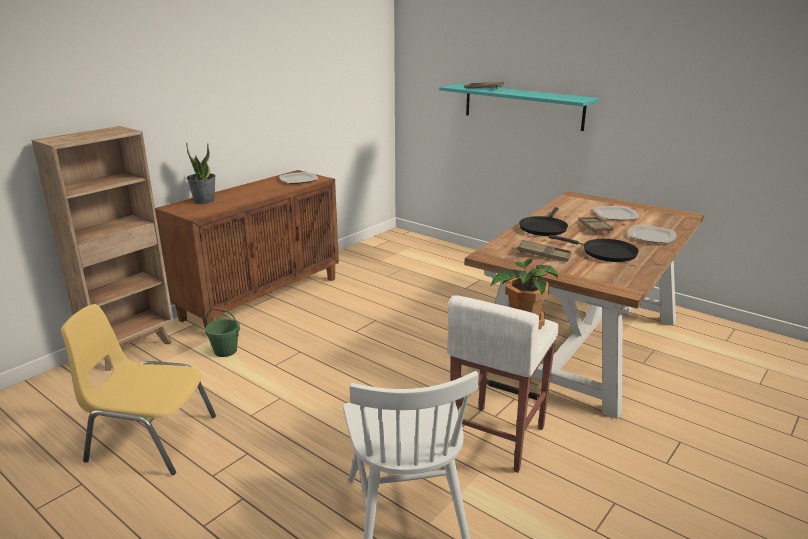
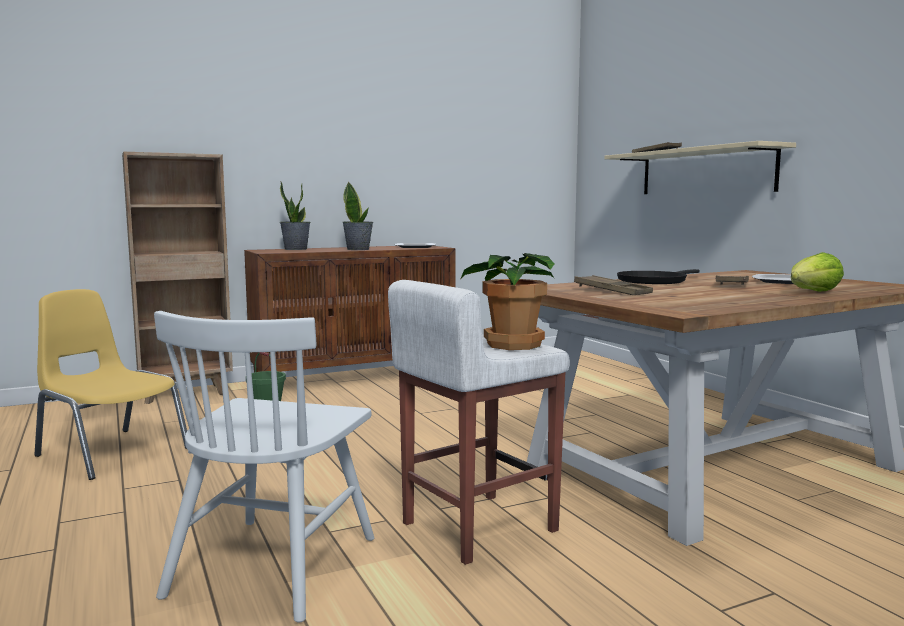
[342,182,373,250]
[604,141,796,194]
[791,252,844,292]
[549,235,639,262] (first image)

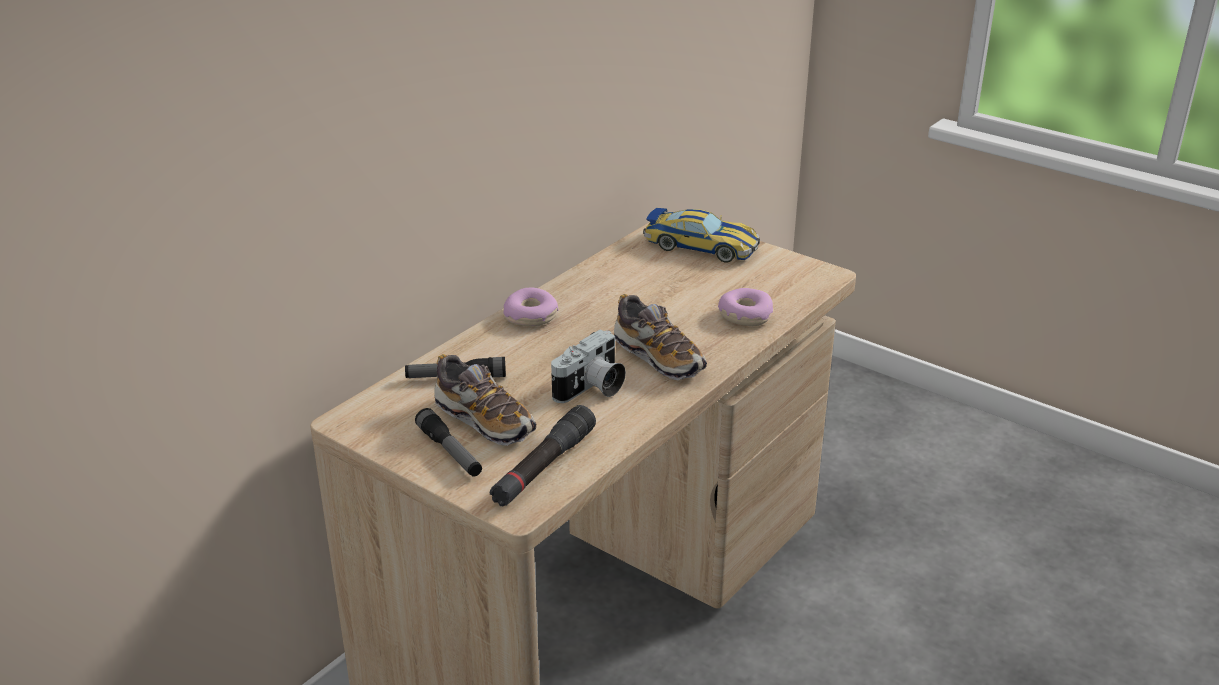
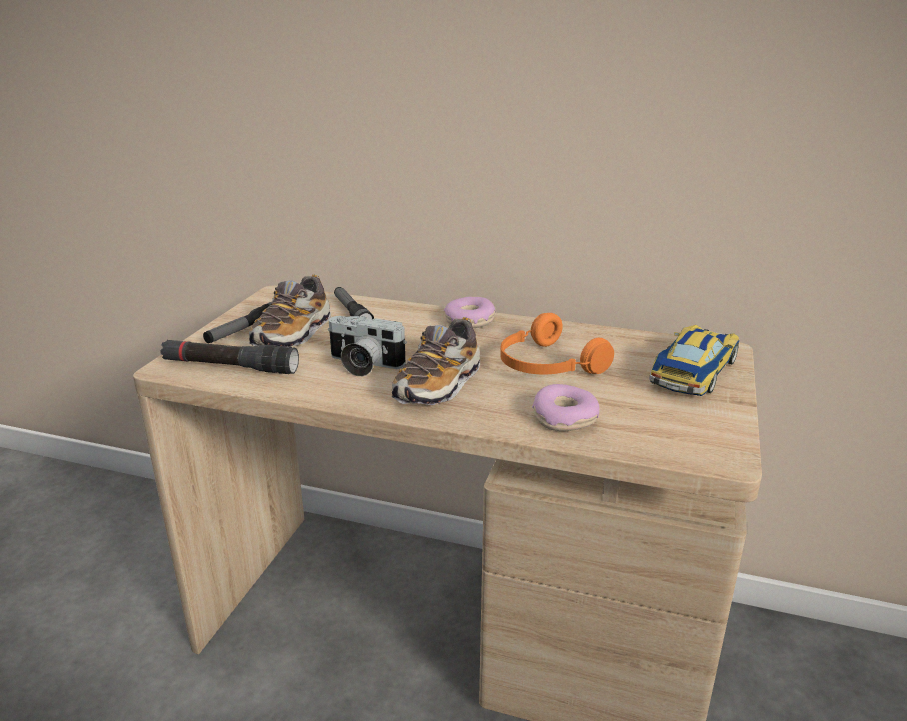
[500,313,614,375]
[649,325,739,396]

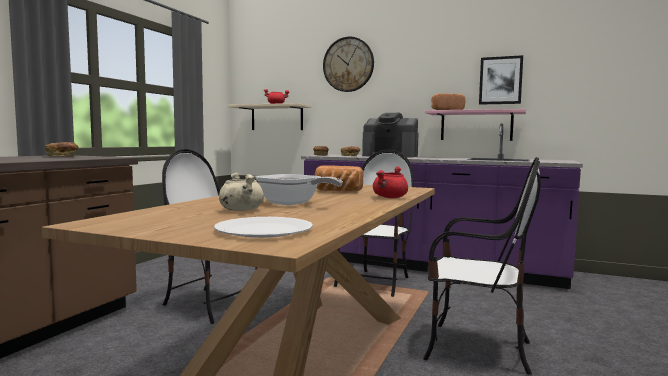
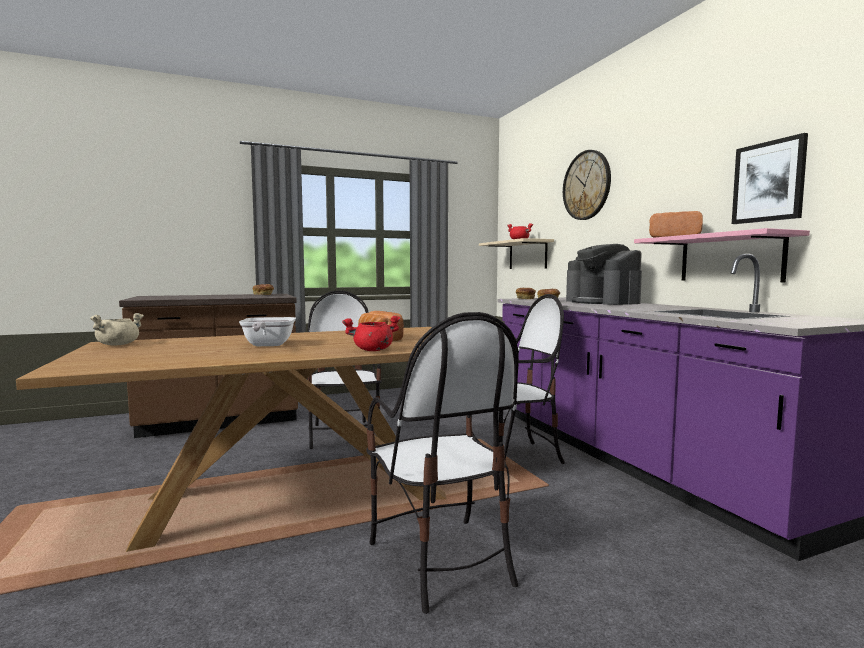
[90,313,144,345]
[214,217,313,238] (first image)

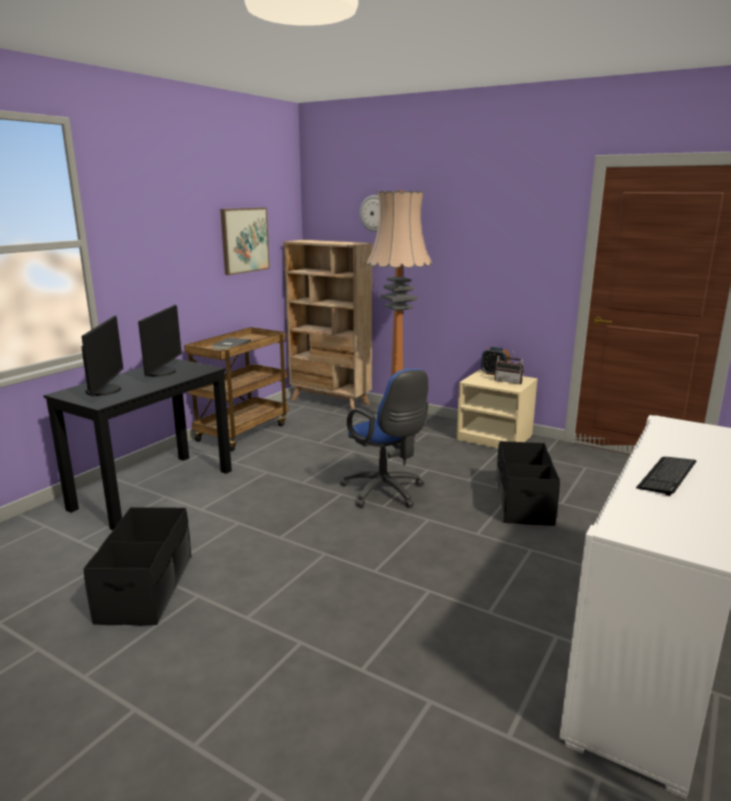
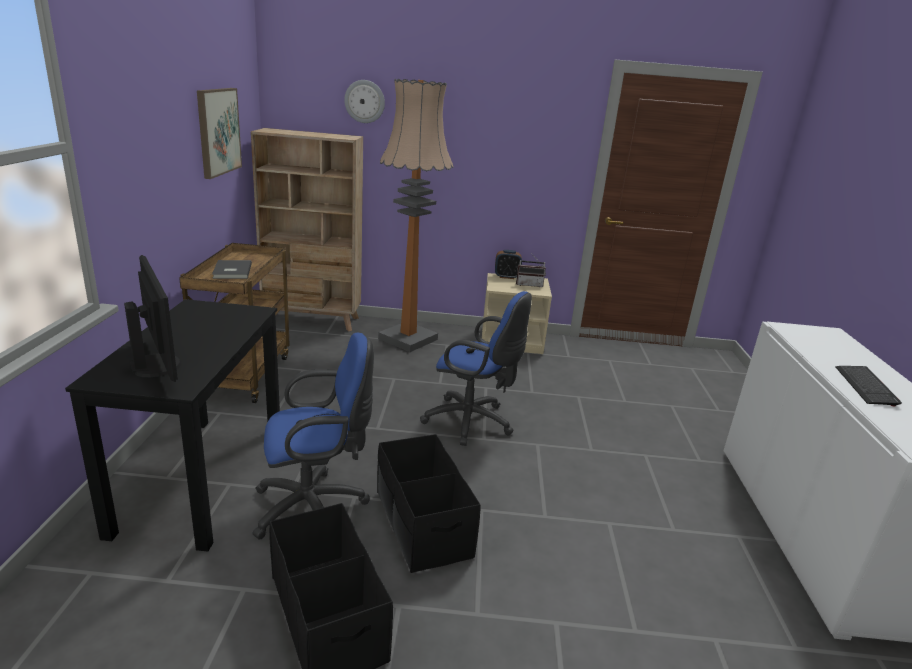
[252,333,374,540]
[377,434,480,573]
[138,305,182,377] (first image)

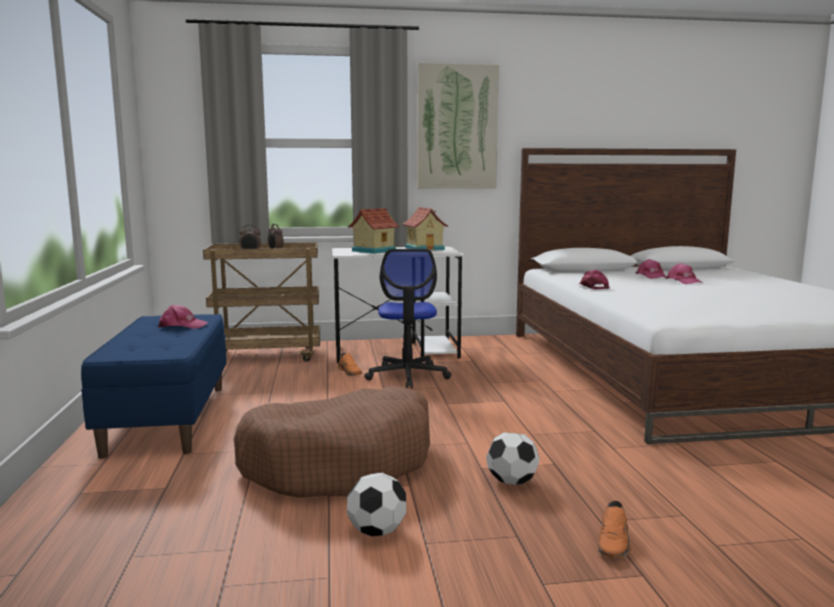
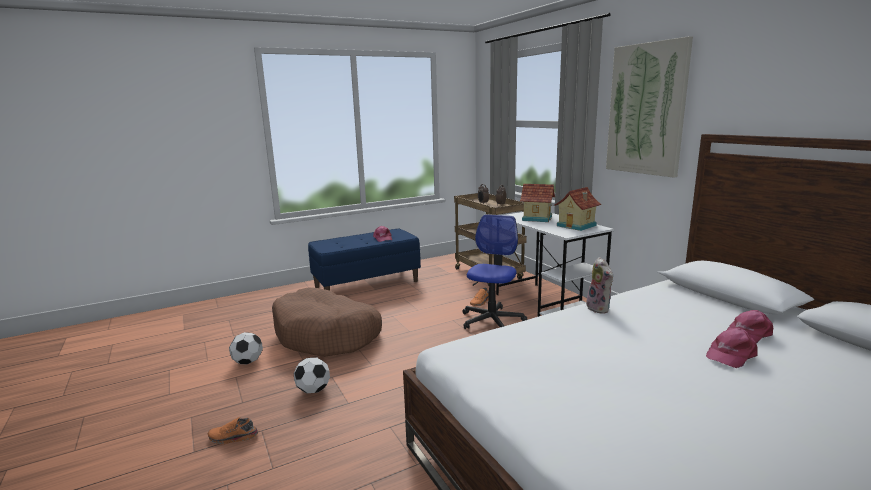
[462,214,528,329]
[586,257,613,314]

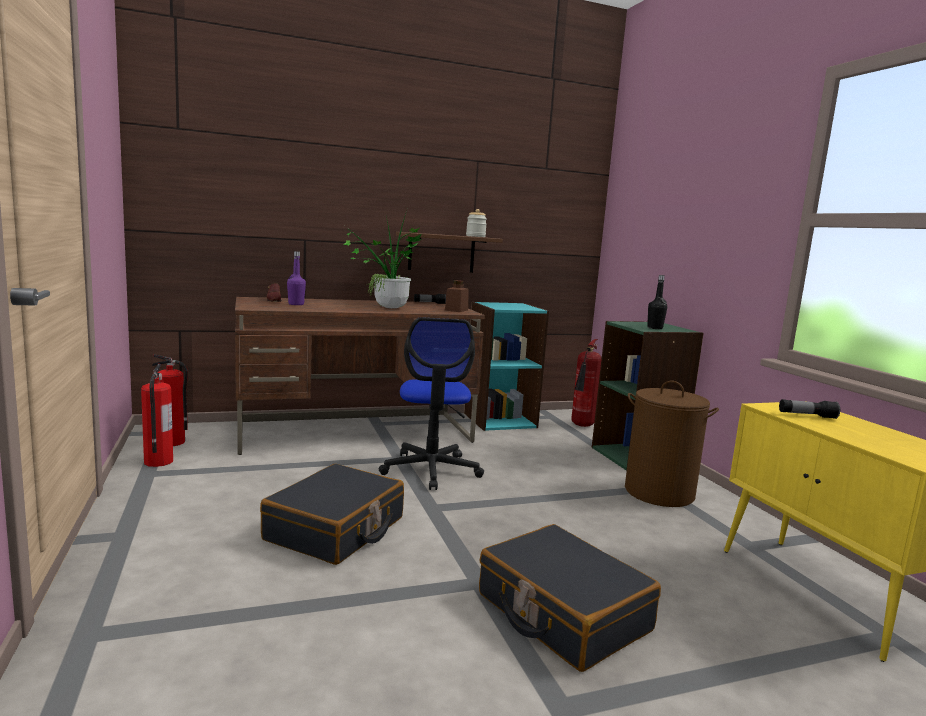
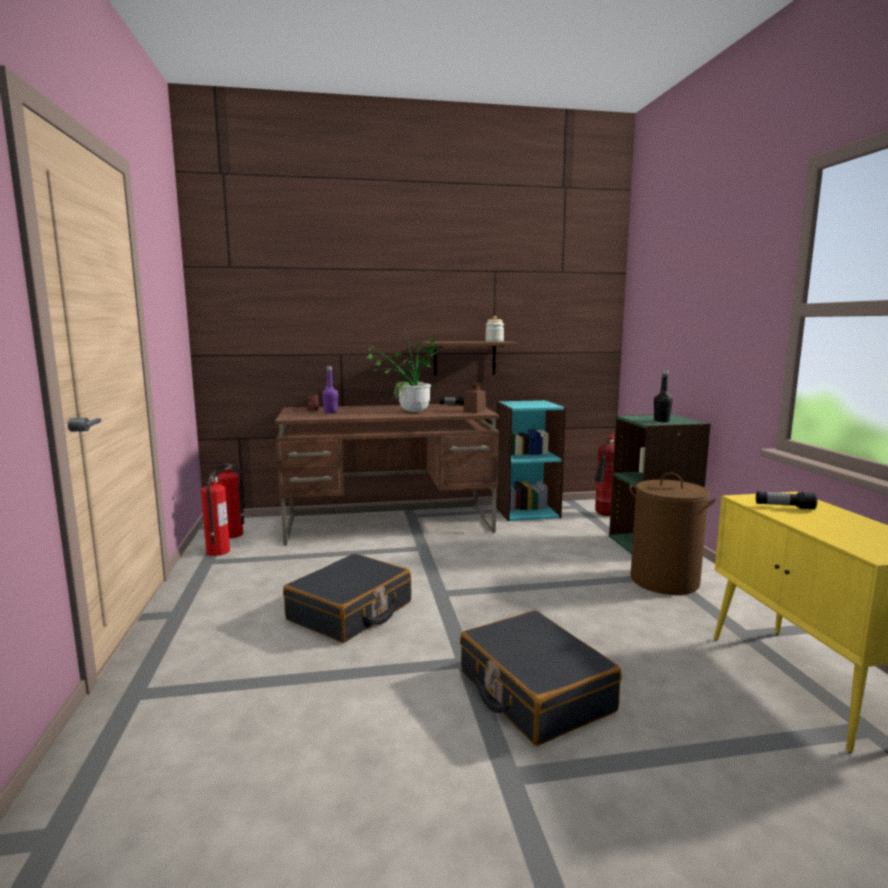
[379,317,484,490] (first image)

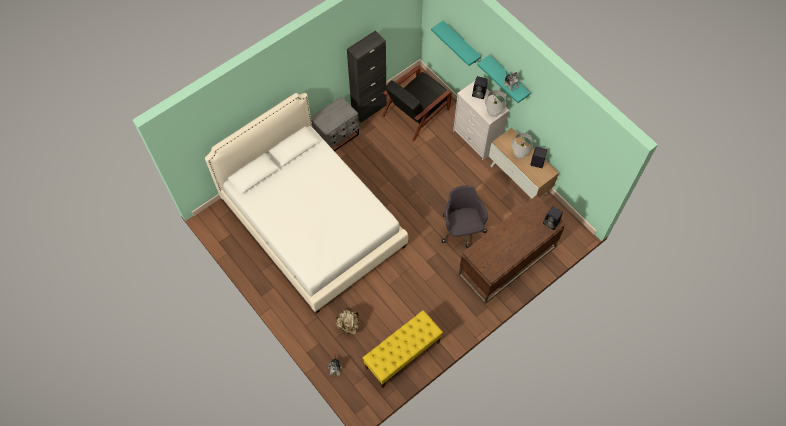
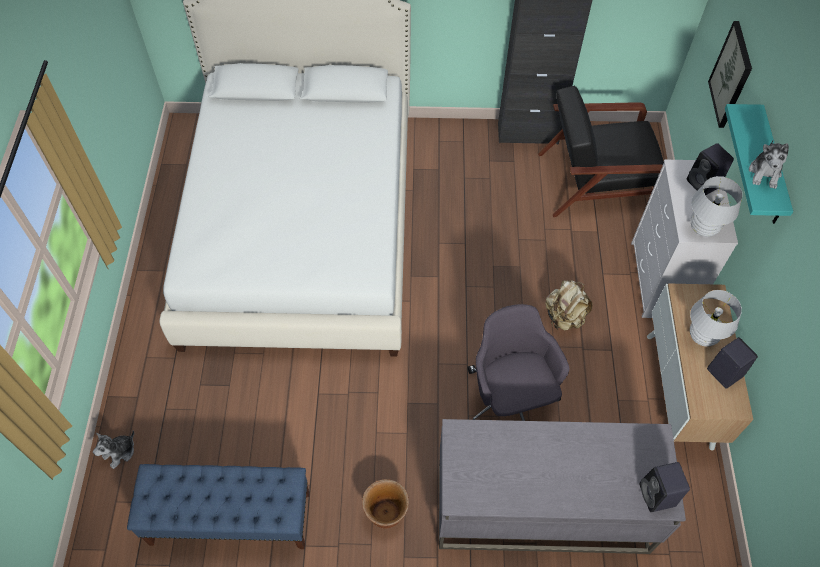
[127,464,310,549]
[362,479,409,528]
[439,419,686,554]
[468,304,570,421]
[545,280,593,331]
[708,21,752,128]
[311,96,359,151] (first image)

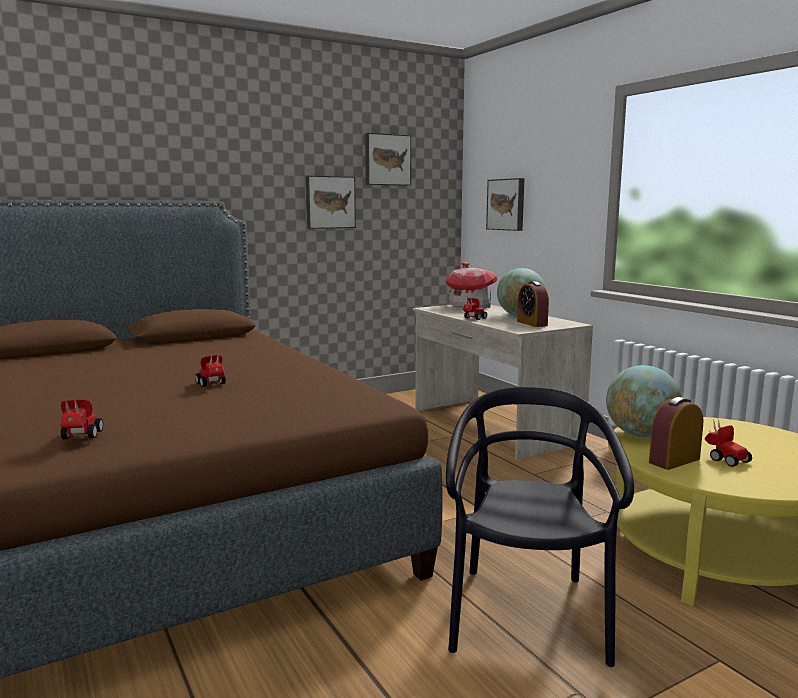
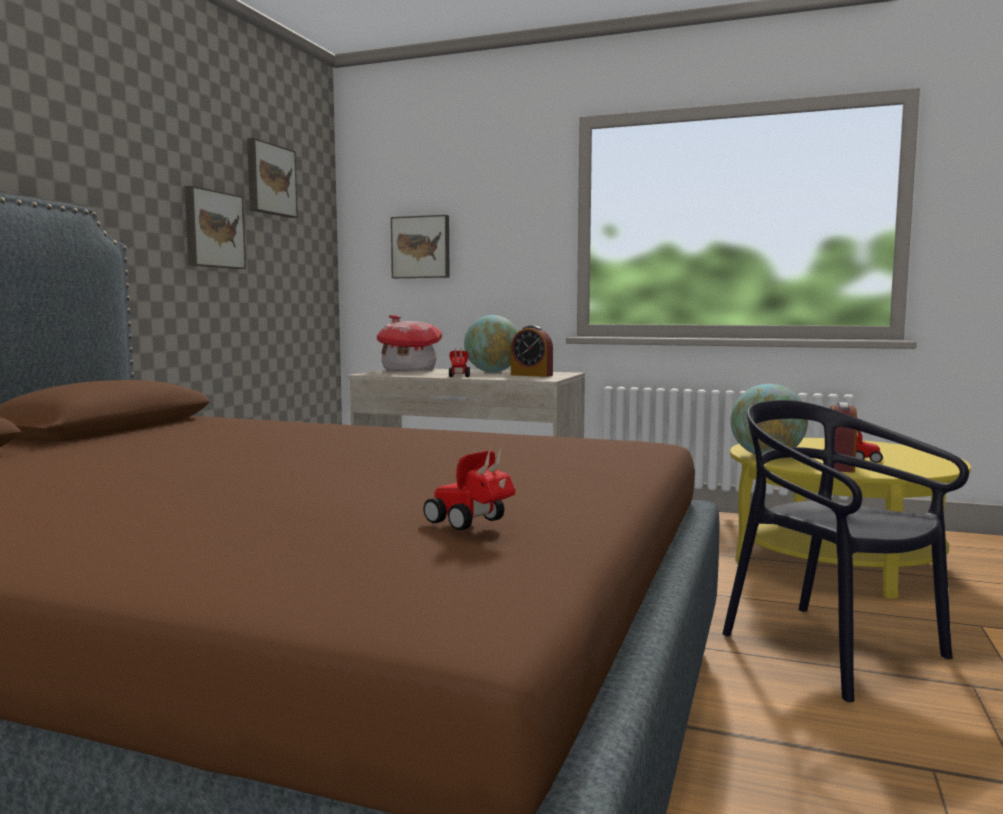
[195,354,226,387] (first image)

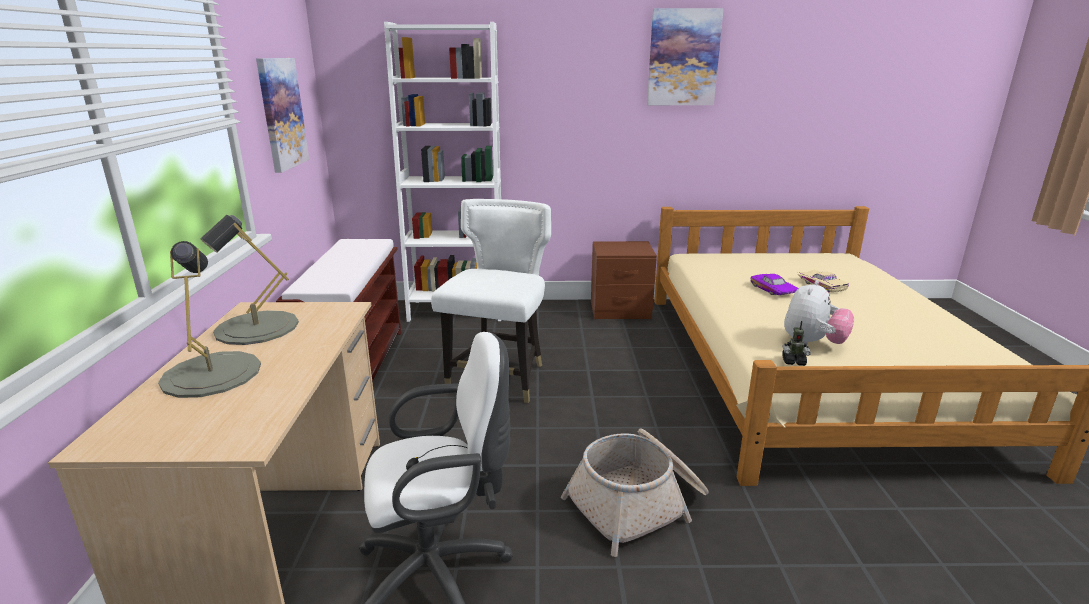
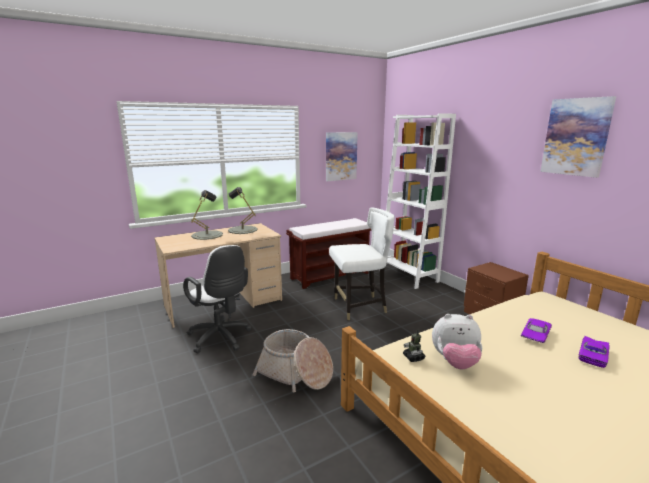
[579,336,610,368]

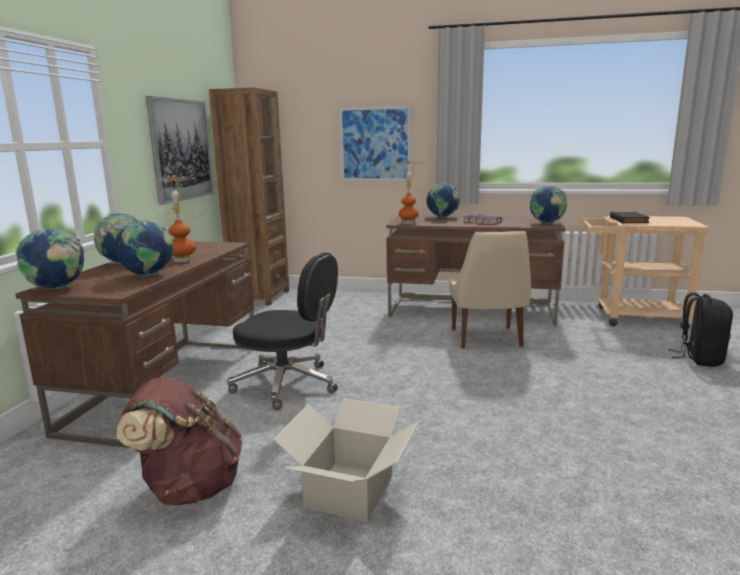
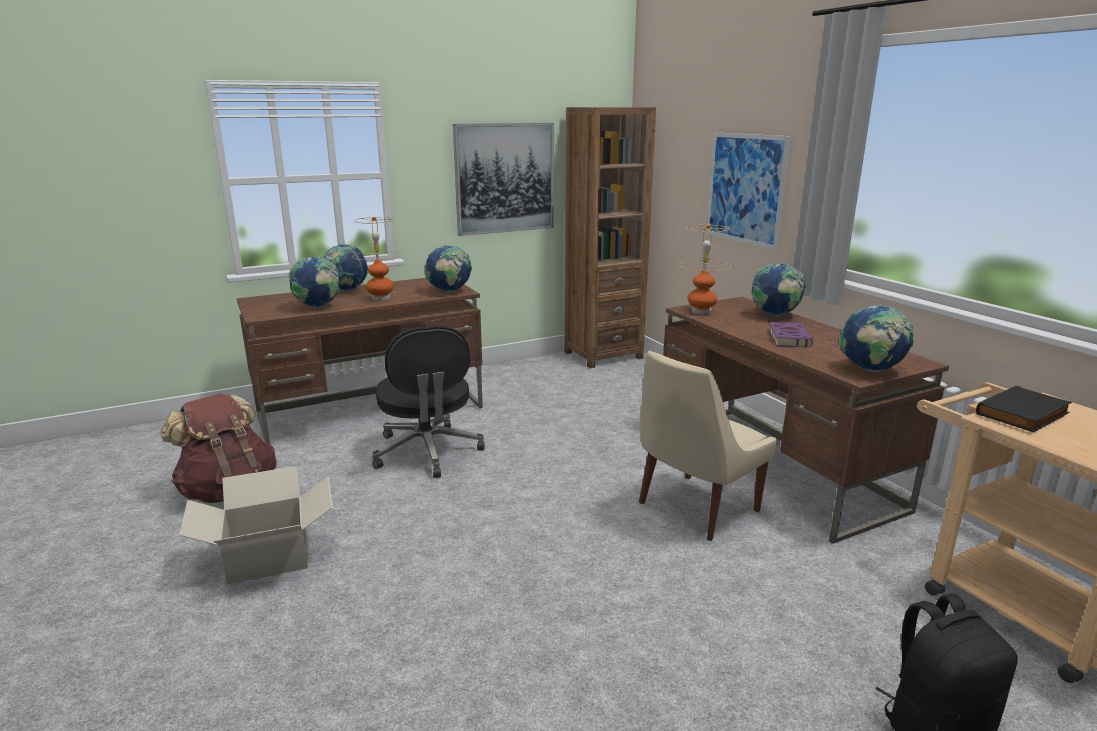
[424,245,472,292]

